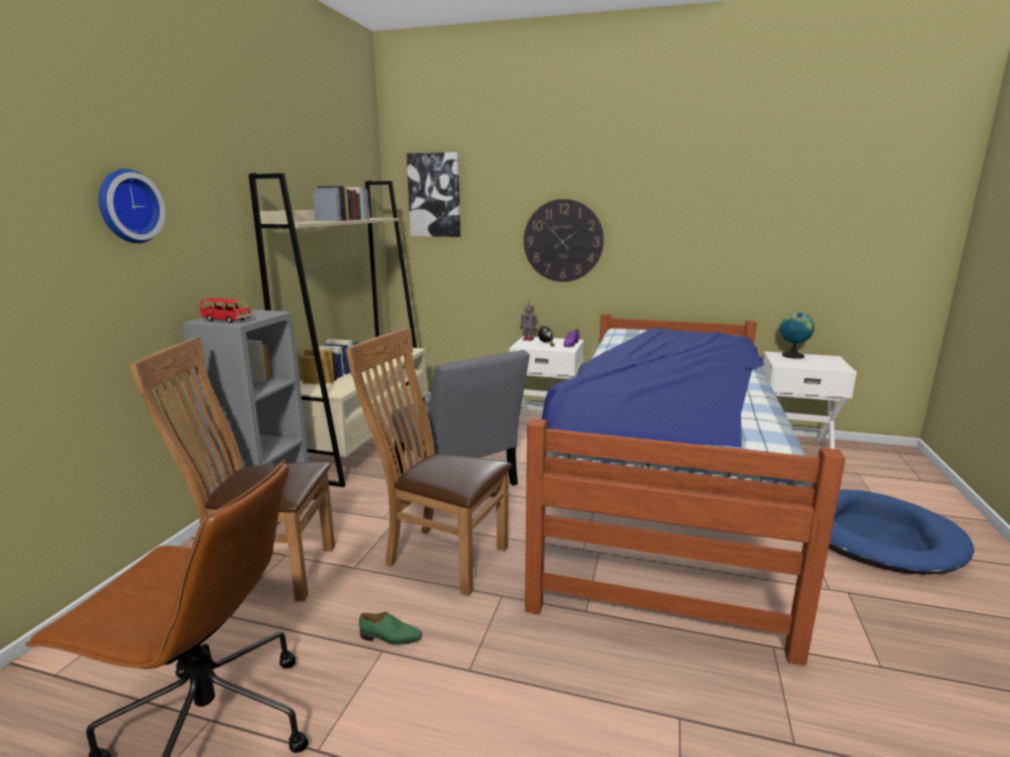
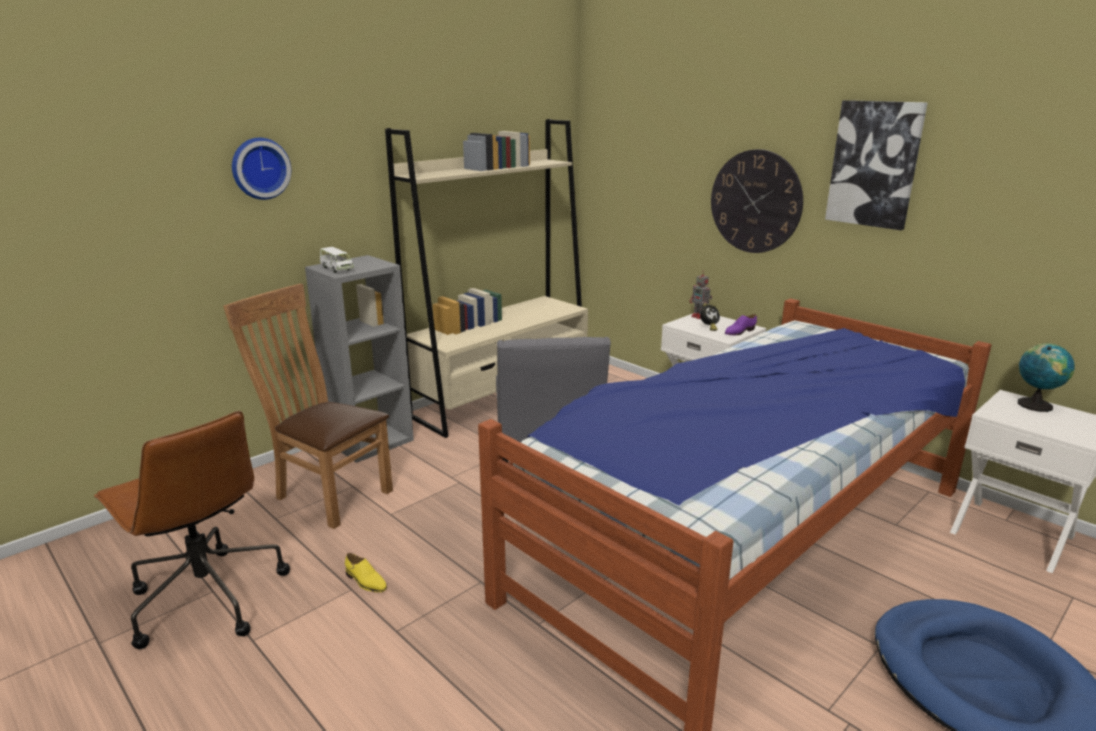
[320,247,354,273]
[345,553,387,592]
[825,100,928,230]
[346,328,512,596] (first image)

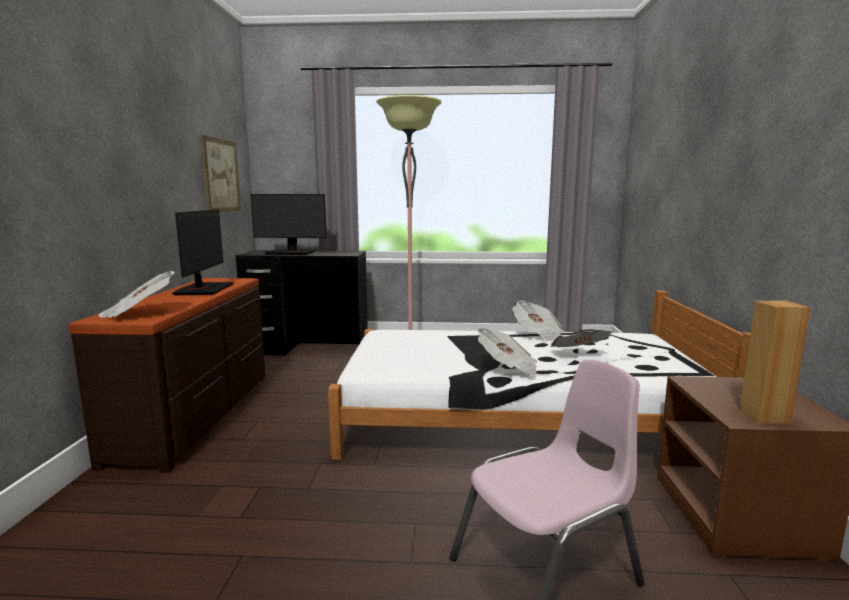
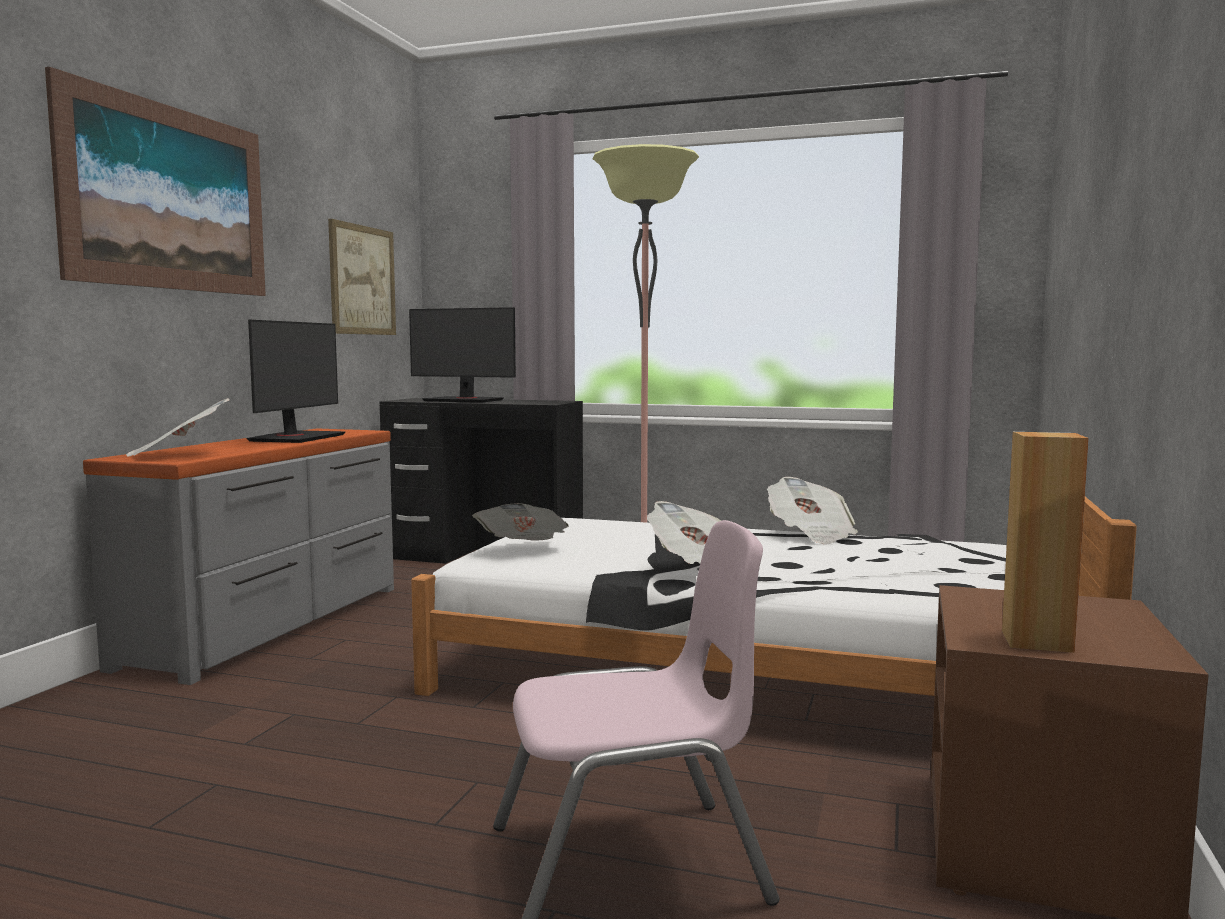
[45,67,266,296]
[83,428,394,685]
[472,503,569,541]

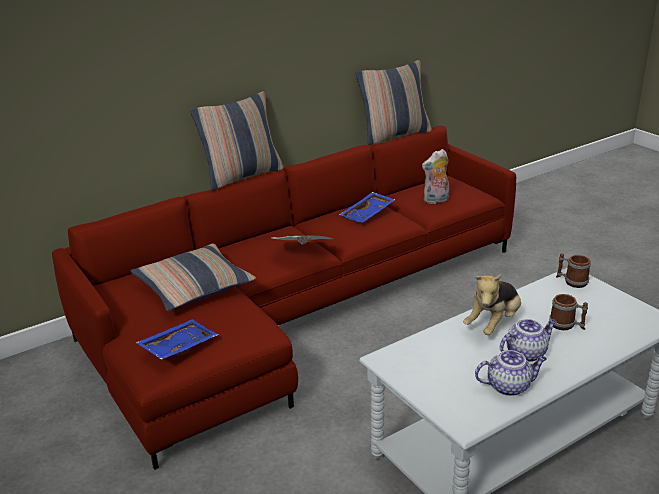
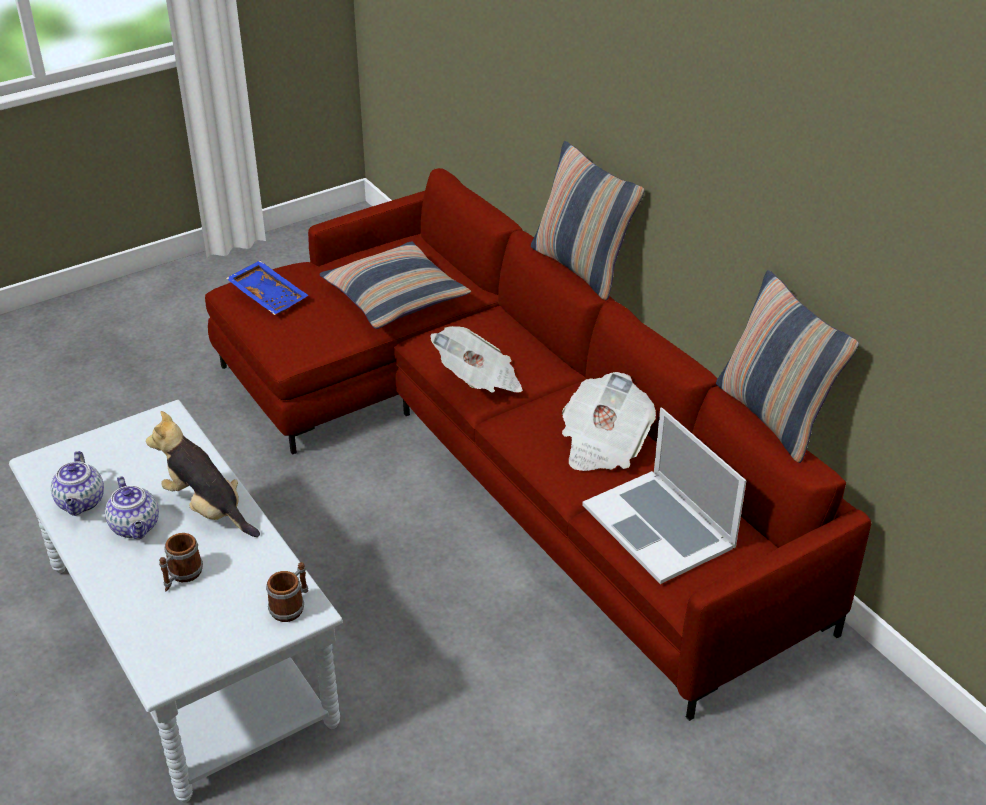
[562,372,656,471]
[582,407,747,584]

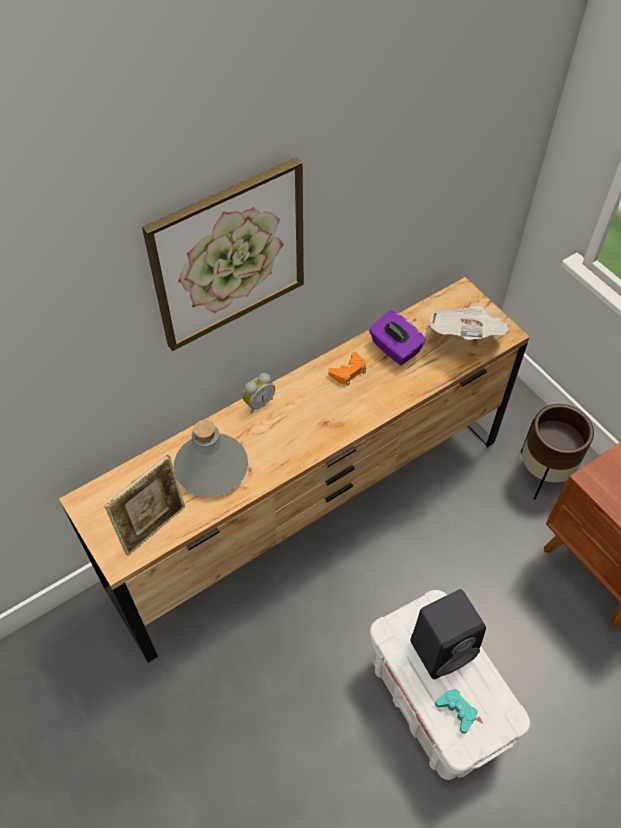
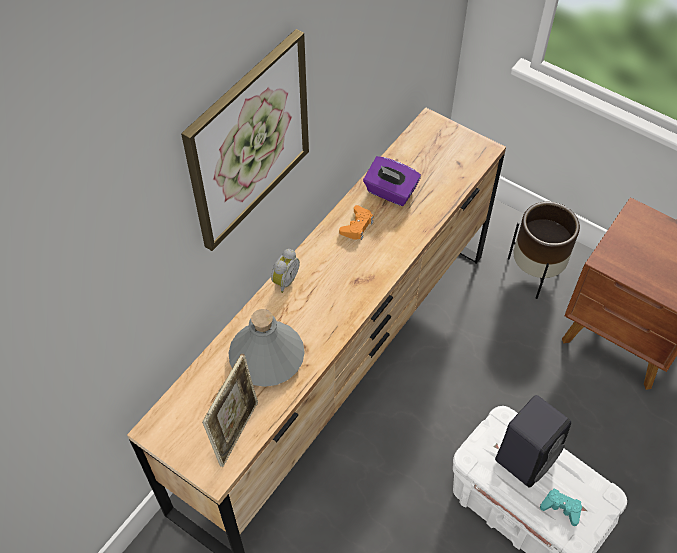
[429,306,510,340] (first image)

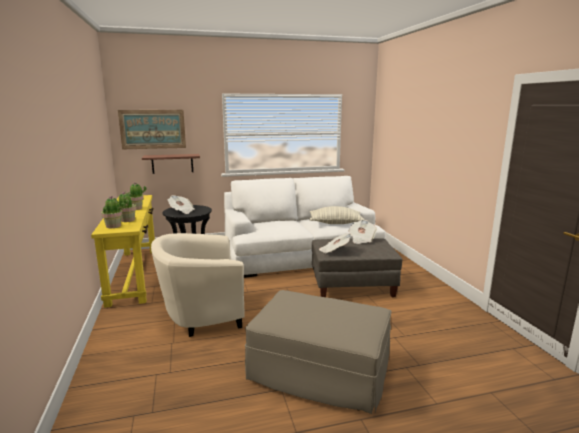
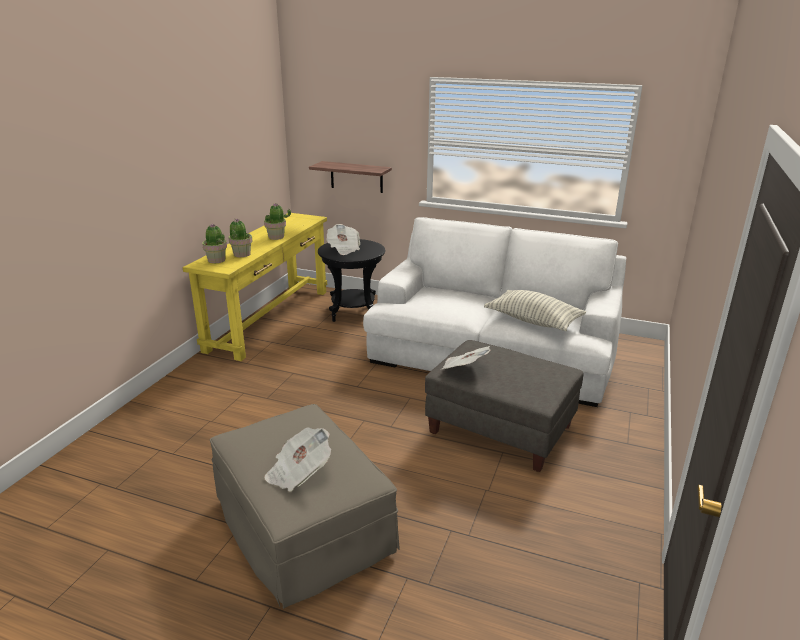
[264,428,331,492]
[118,110,186,149] (first image)
[151,233,245,337] (first image)

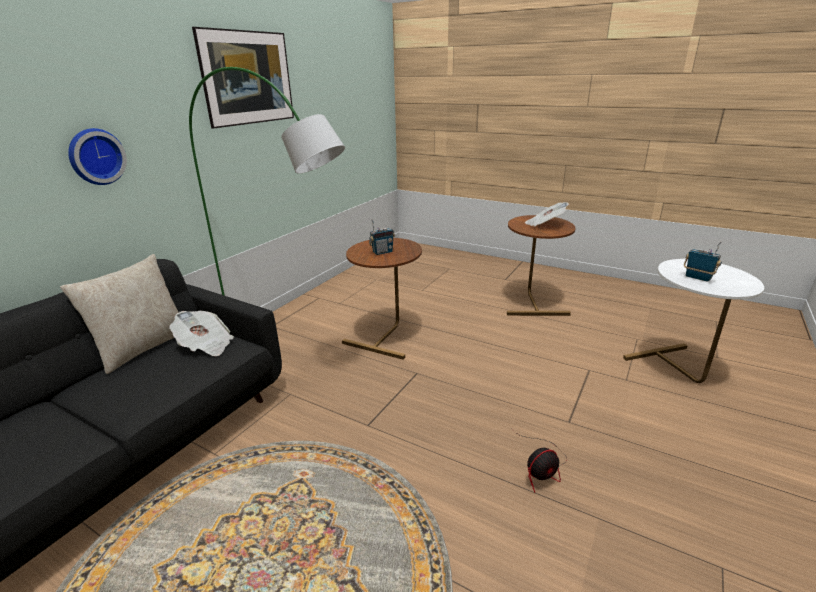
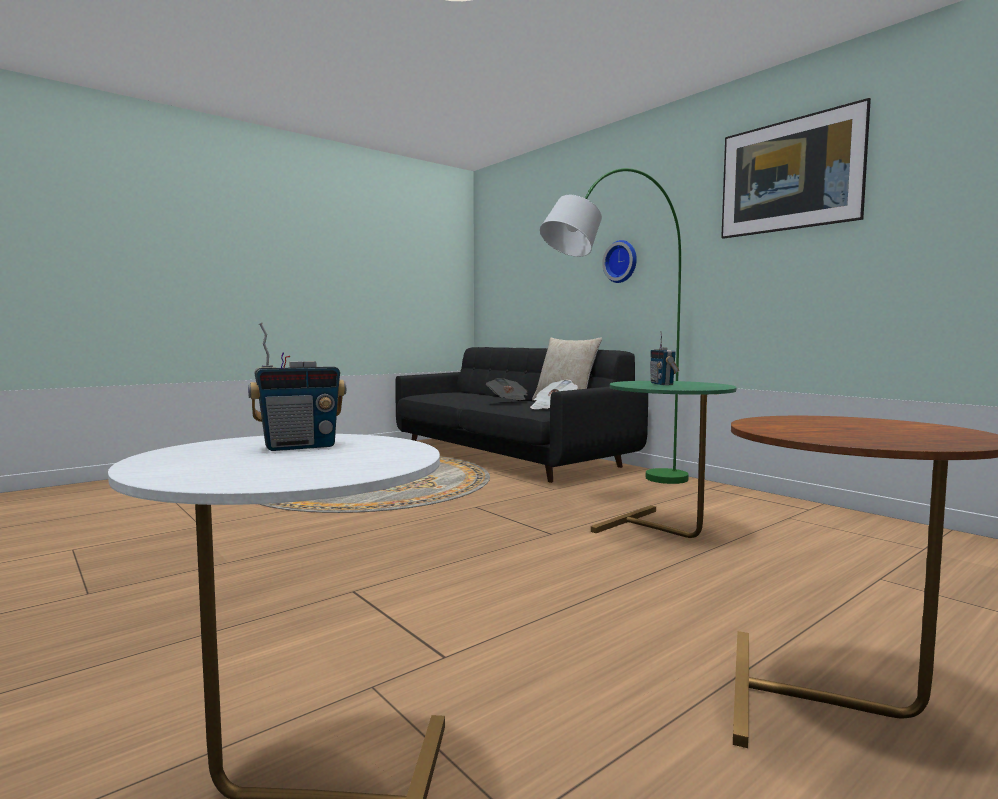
[486,378,528,400]
[591,381,736,538]
[511,428,567,493] (first image)

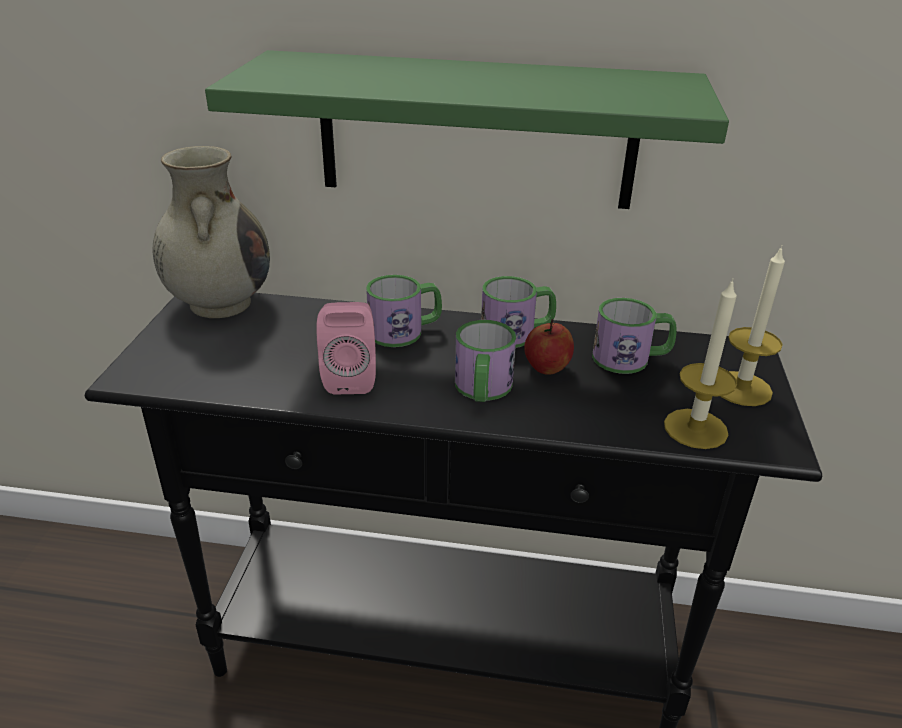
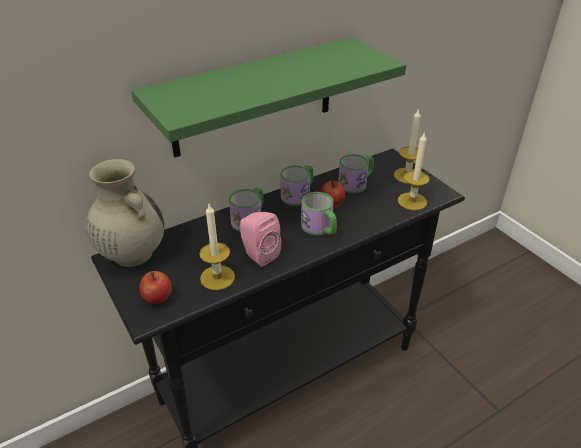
[139,271,172,304]
[199,204,235,290]

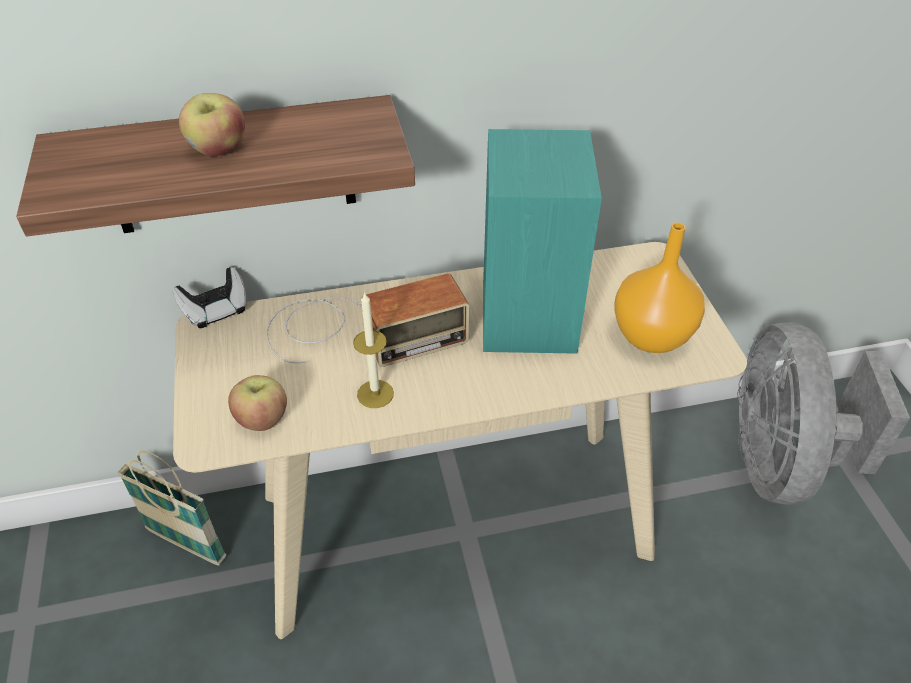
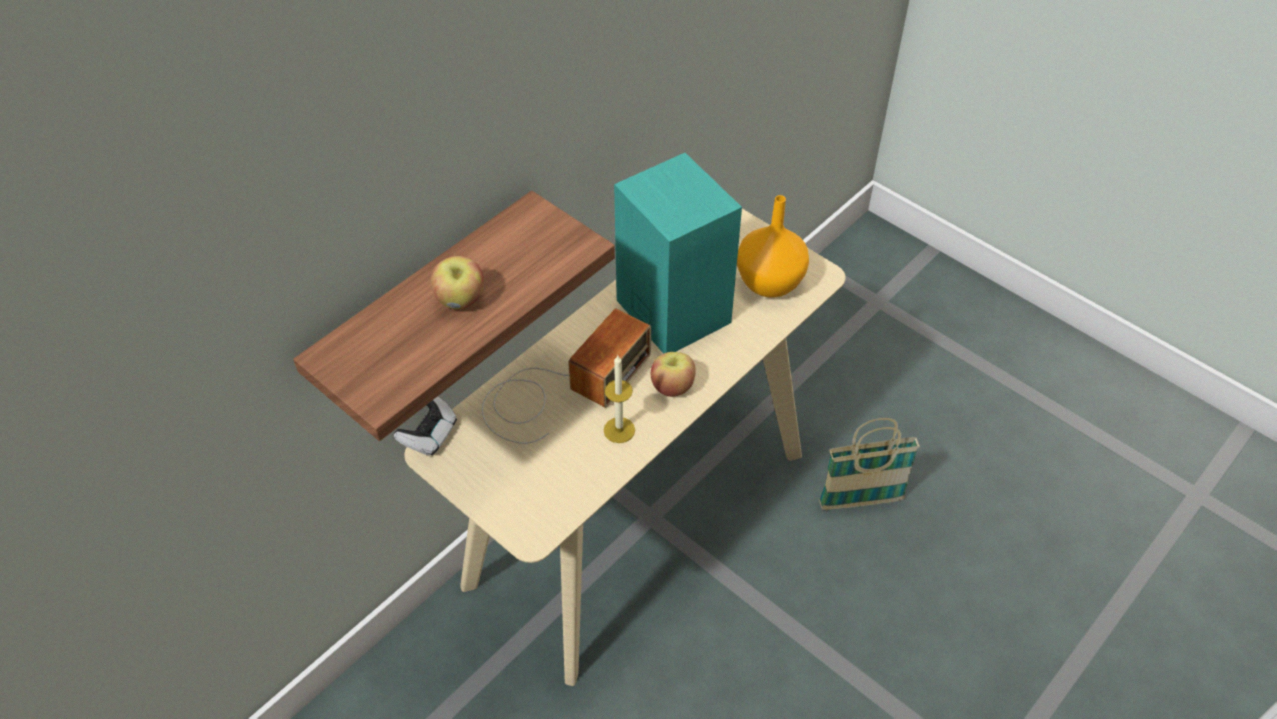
[651,352,696,397]
[819,418,920,510]
[737,322,910,505] (first image)

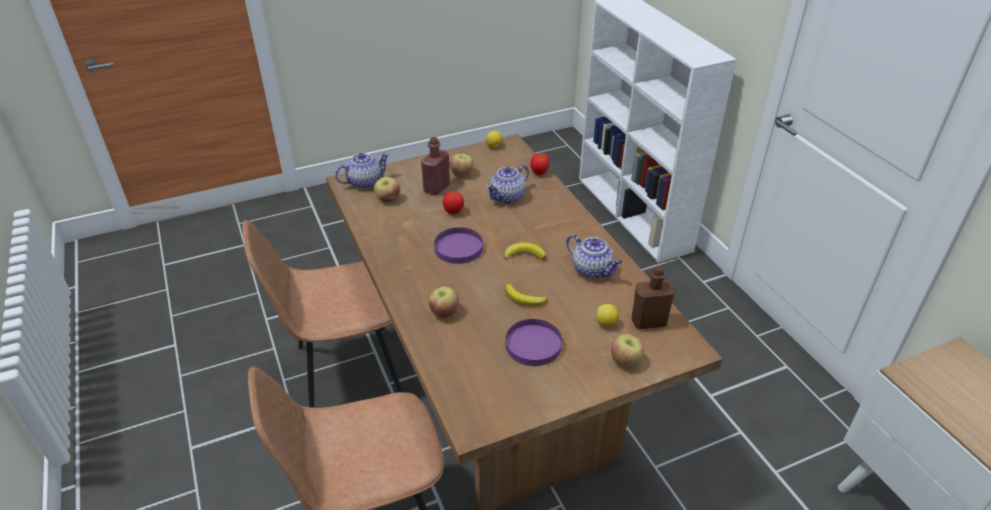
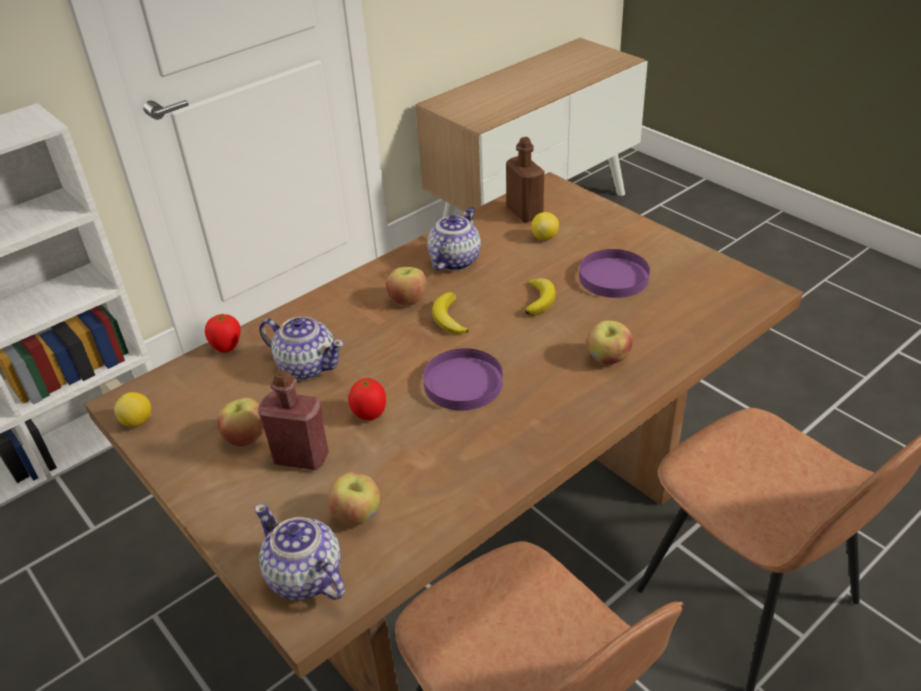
[386,267,427,306]

